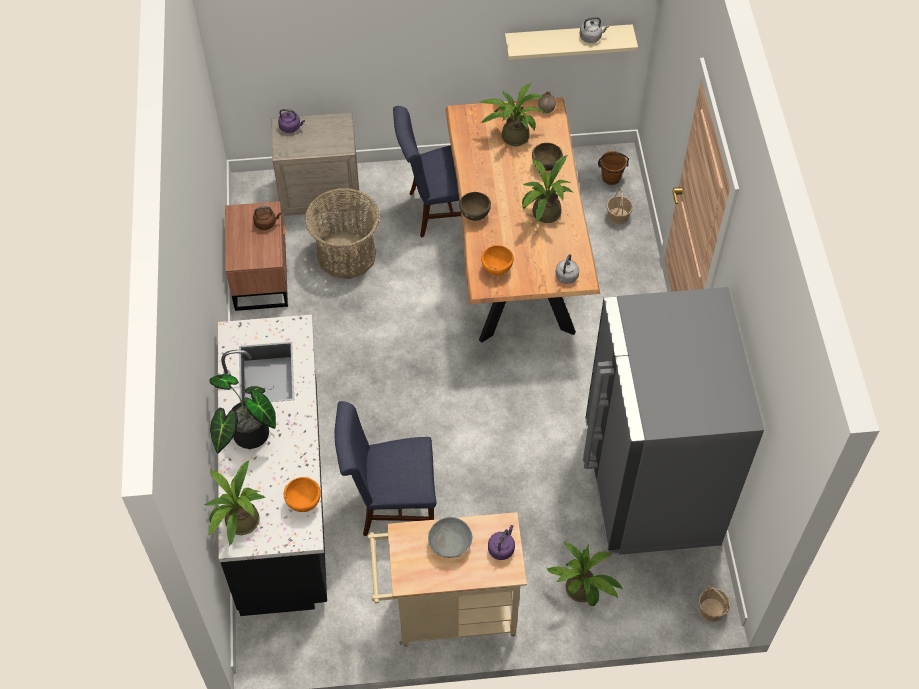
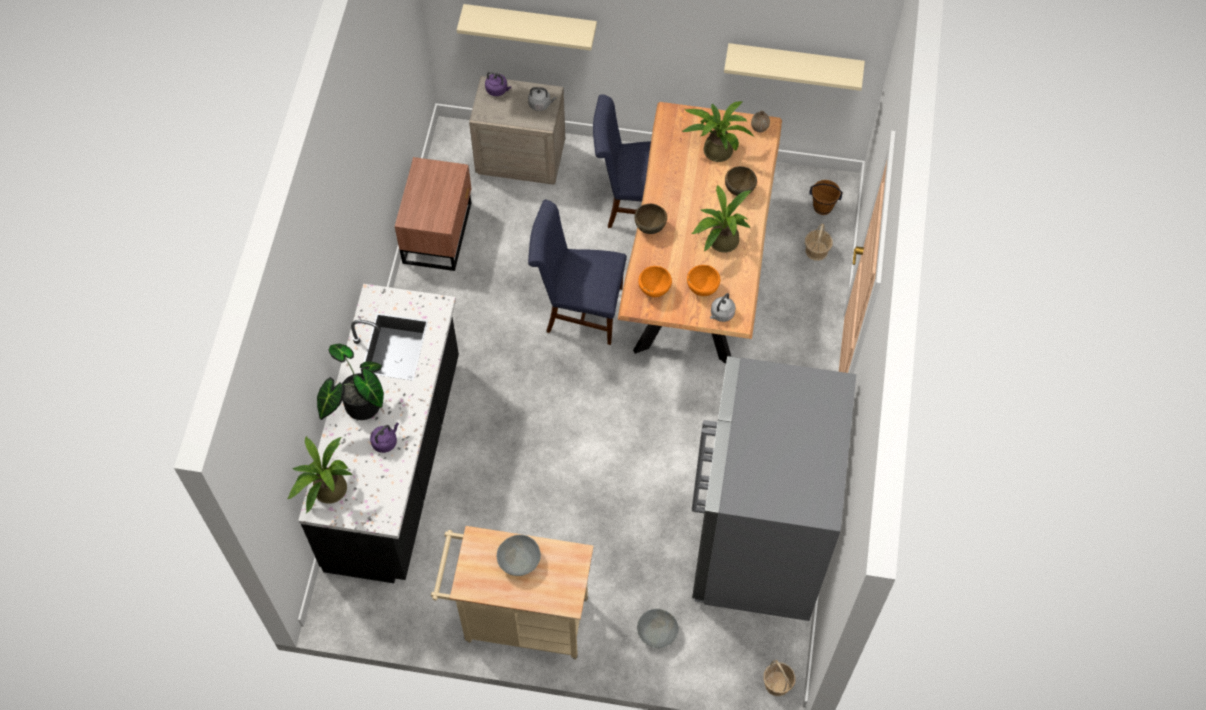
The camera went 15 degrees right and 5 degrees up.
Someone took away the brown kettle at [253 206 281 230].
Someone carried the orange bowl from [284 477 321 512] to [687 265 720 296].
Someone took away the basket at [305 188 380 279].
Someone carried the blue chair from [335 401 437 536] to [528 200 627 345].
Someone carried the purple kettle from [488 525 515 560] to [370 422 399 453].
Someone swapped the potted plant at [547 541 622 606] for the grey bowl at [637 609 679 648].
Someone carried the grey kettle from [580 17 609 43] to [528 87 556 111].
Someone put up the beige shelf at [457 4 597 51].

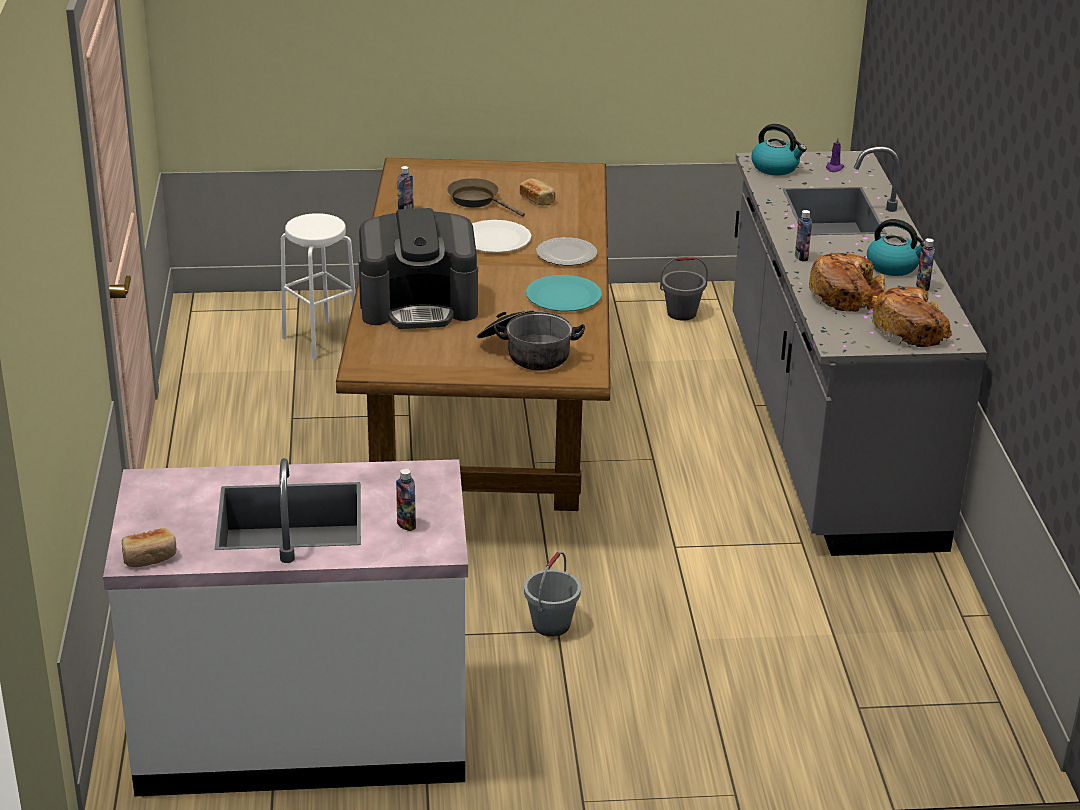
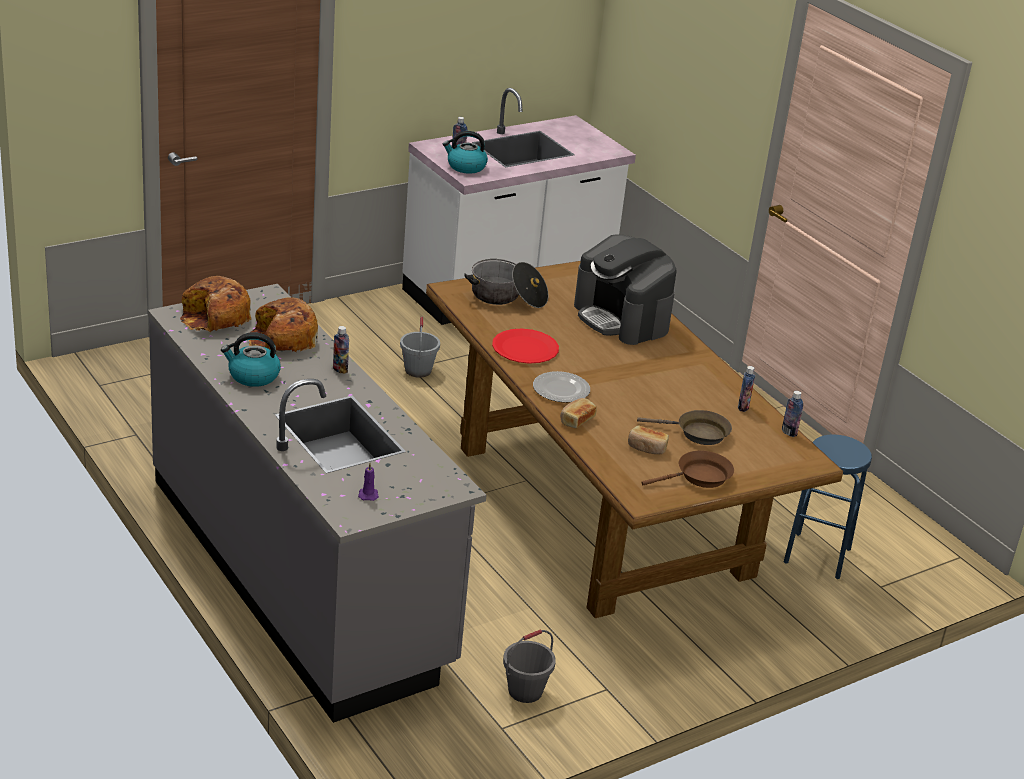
The camera went 150 degrees right and 0 degrees up.
Someone carried the bread from [122 528 176 567] to [560 398 597 428].
Someone repainted the white stool at [281 213 356 359], which became the blue stool at [784 434 872 579].
Someone rotated the coffee machine at [358 208 478 329] by 90 degrees counterclockwise.
Someone took away the white plate at [472 220 531 253].
Someone repainted the turquoise plate at [526 275 602 312], which became the red plate at [492 329 559 364].
Someone carried the kettle from [751 124 807 175] to [443 131 488 174].
Someone carried the bottle from [916 238 935 291] to [782 391 803 437].
Someone put down the brown frying pan at [641 451 734 488].

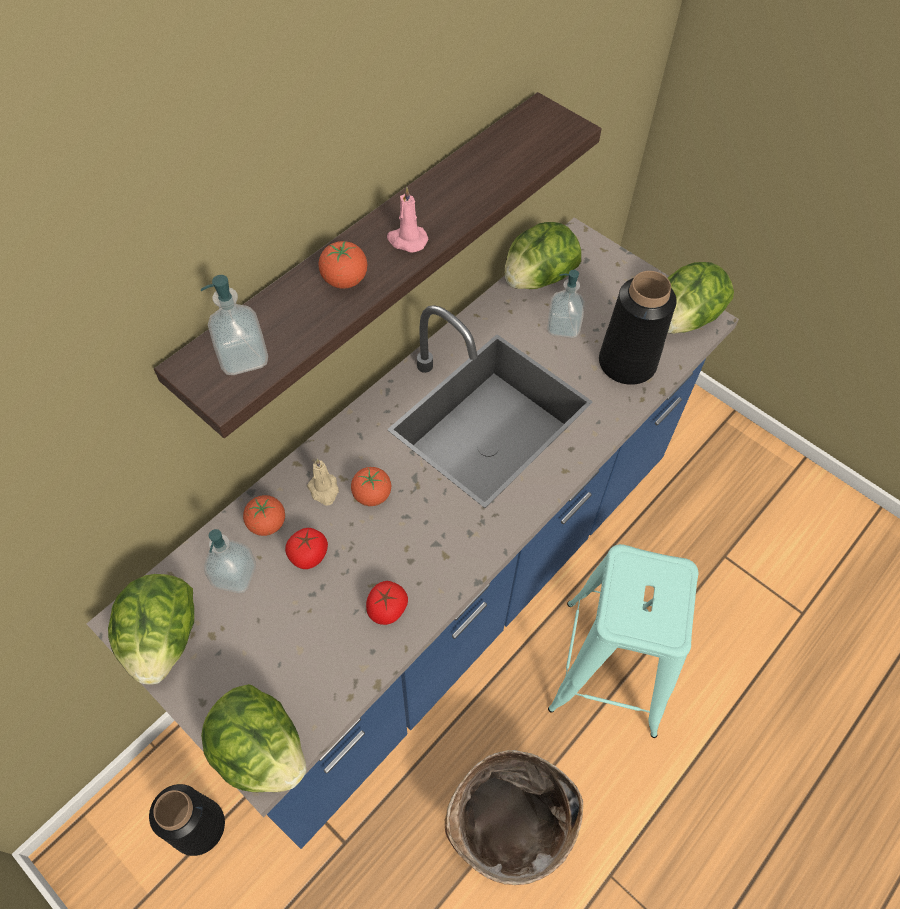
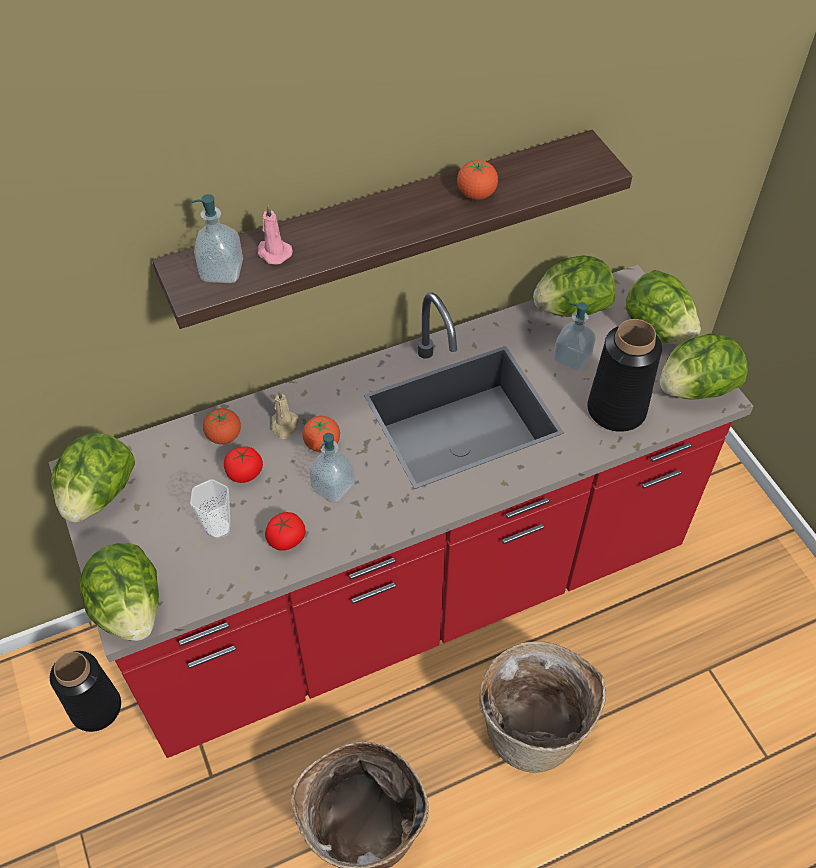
The camera went 25 degrees right and 5 degrees down.
Someone repainted the blue counter at [87 218 739 849], which became the red counter at [49 265 754 758].
Someone carried the soap dispenser from [204 529 256 593] to [309 433 355 502].
Someone carried the tomato from [319 241 367 289] to [457 160 498 200].
Someone carried the pink candle from [387 187 428 253] to [257 205 293 264].
Someone swapped the turquoise stool at [548 544 698 738] for the basket at [479 641 606 773].
Someone put down the cup at [190 479 231 539].
Someone put down the lettuce at [626 270 701 344].

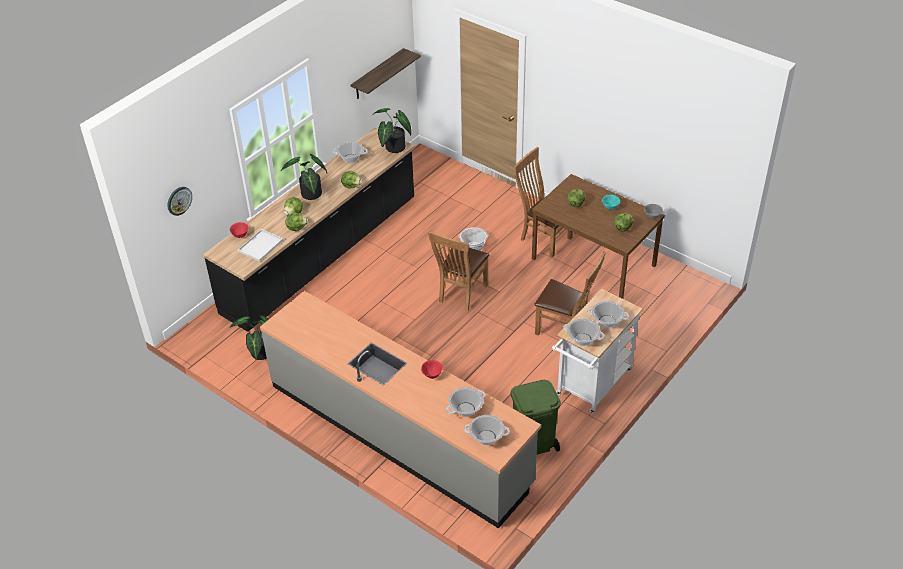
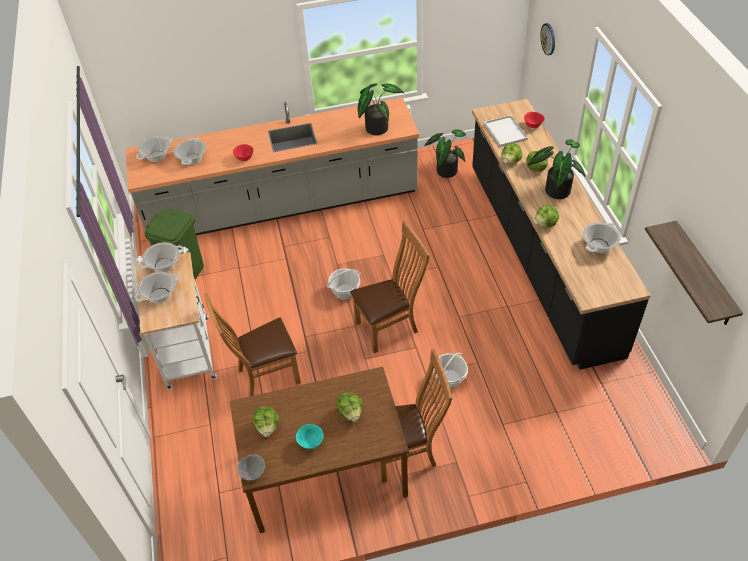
The camera went 130 degrees right and 5 degrees up.
Someone carried the potted plant from [373 108 411 153] to [358 83 404 135].
Someone rotated the brown chair at [428 231 489 311] by 90 degrees clockwise.
Someone put down the basket at [327 268 361 300].

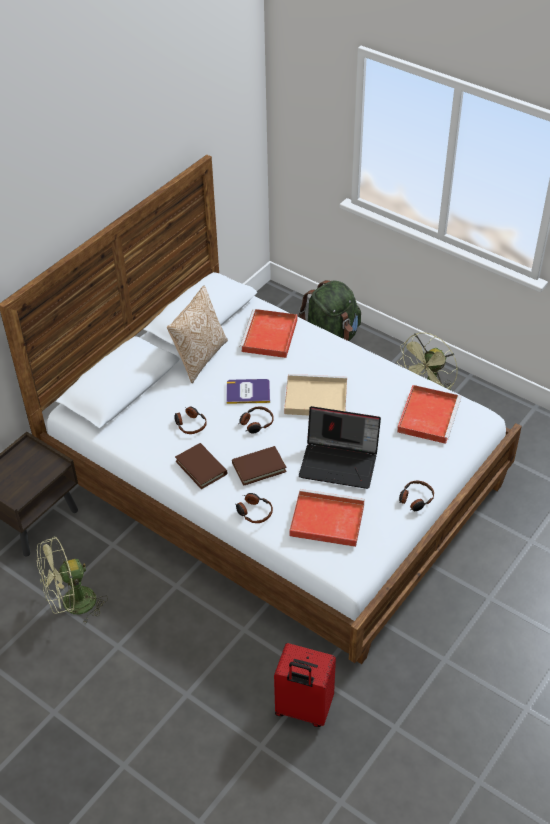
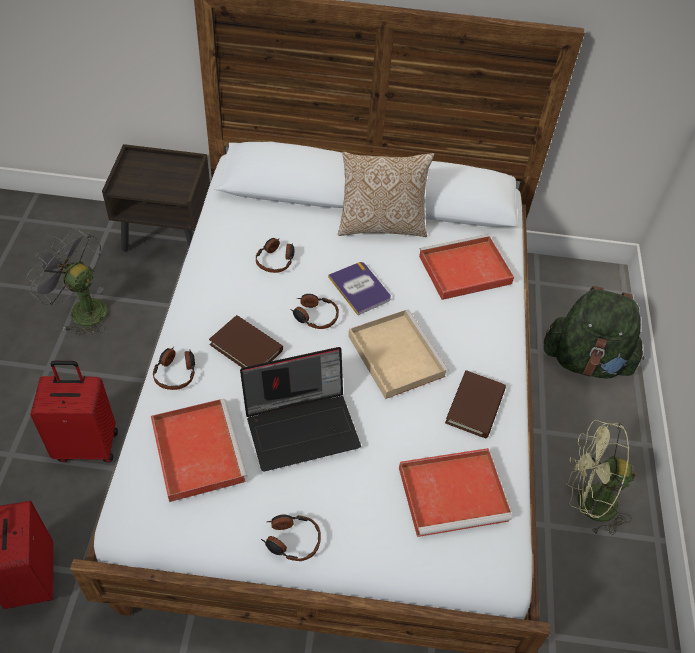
The camera went 55 degrees right and 5 degrees up.
Someone repainted the green fan at [37 536 108 625], which became the grey fan at [26 227 108 336].
Someone carried the brown book from [175 443 228 489] to [445 370 506 438].
Someone rotated the laptop at [299 406 381 489] by 90 degrees counterclockwise.
Someone put down the red suitcase at [30 361 118 463].

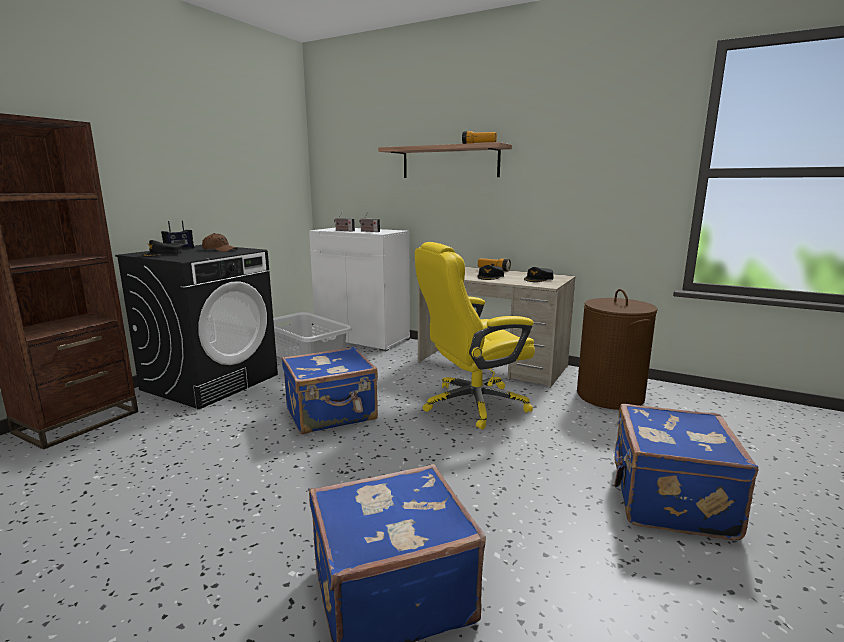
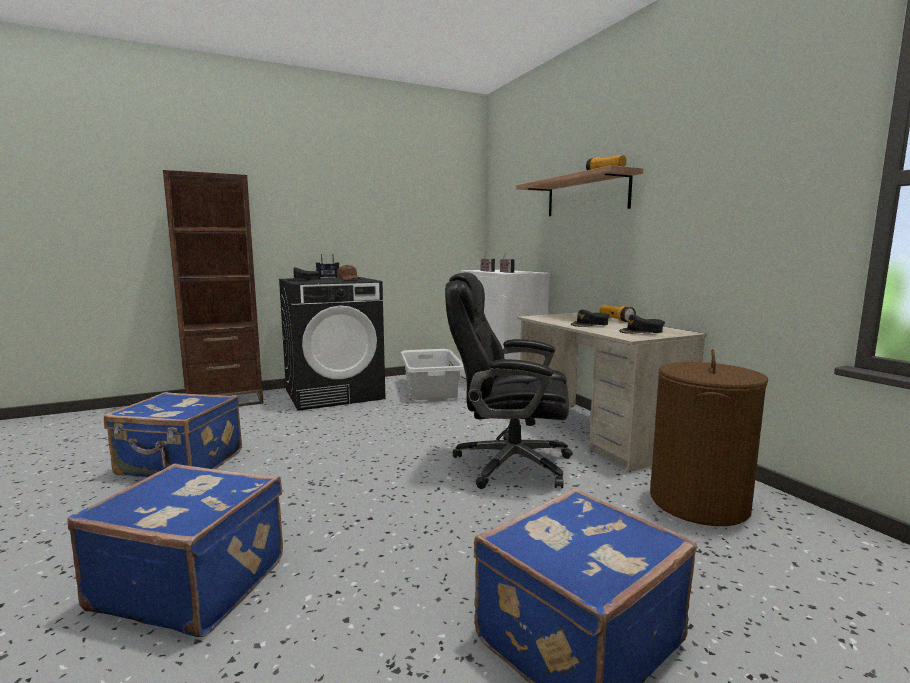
The camera went 35 degrees right and 5 degrees down.
Someone carried the blue suitcase from [282 347 378 434] to [104 392 242 477].
Someone repainted the yellow office chair at [415 242 535 430], which became the black office chair at [445 272 573 489].

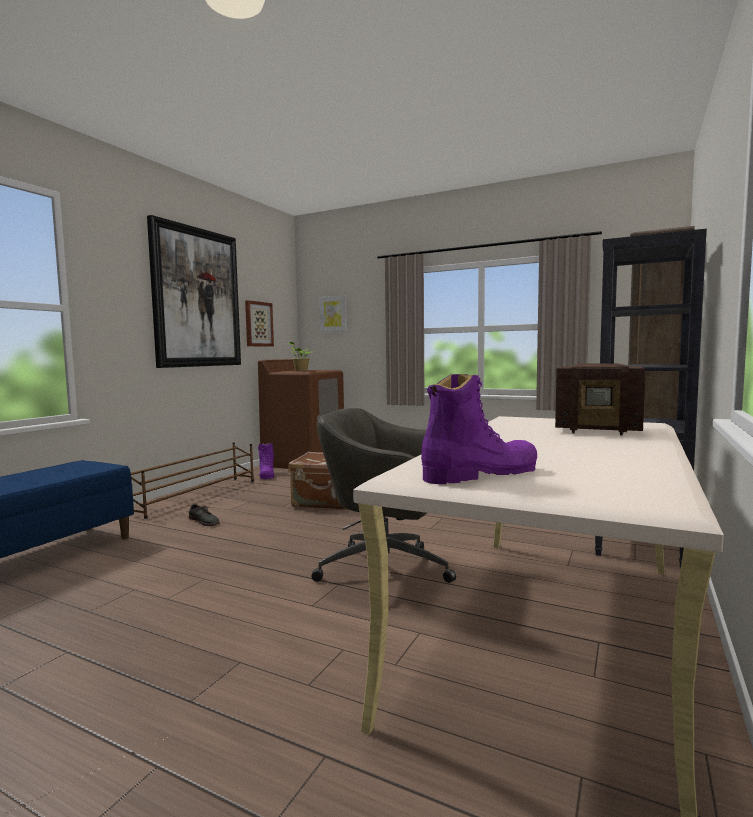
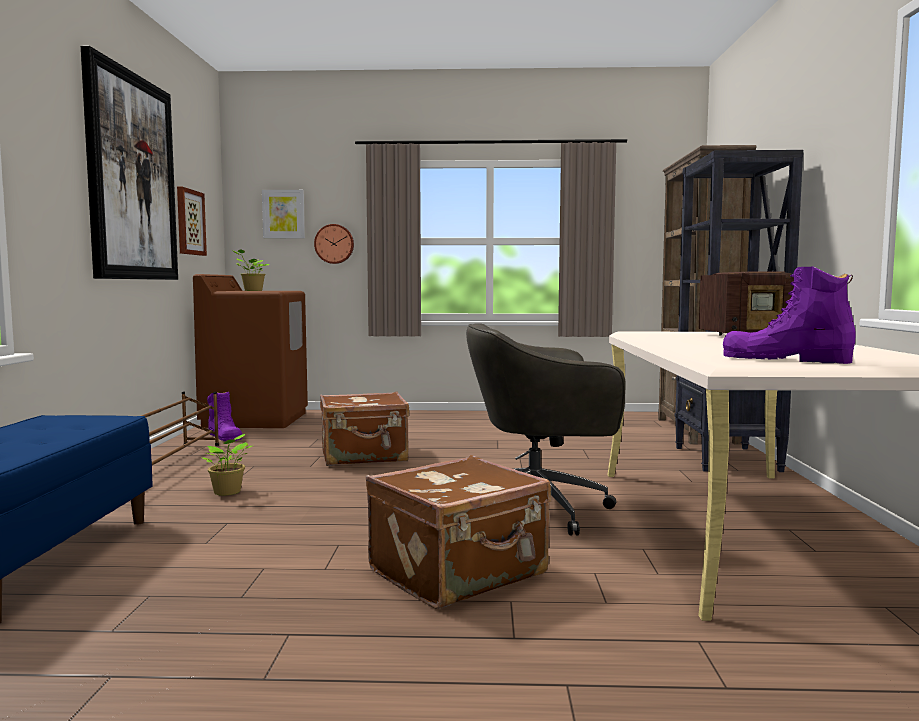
The camera went 25 degrees left and 0 degrees up.
Someone swapped the grey shoe at [189 504 220 526] for the potted plant at [201 434 252 496].
Someone rotated the purple boot at [421 374 537 484] by 105 degrees counterclockwise.
Someone put up the wall clock at [314 224 354 264].
Someone put down the brown suitcase at [366 455 551 609].

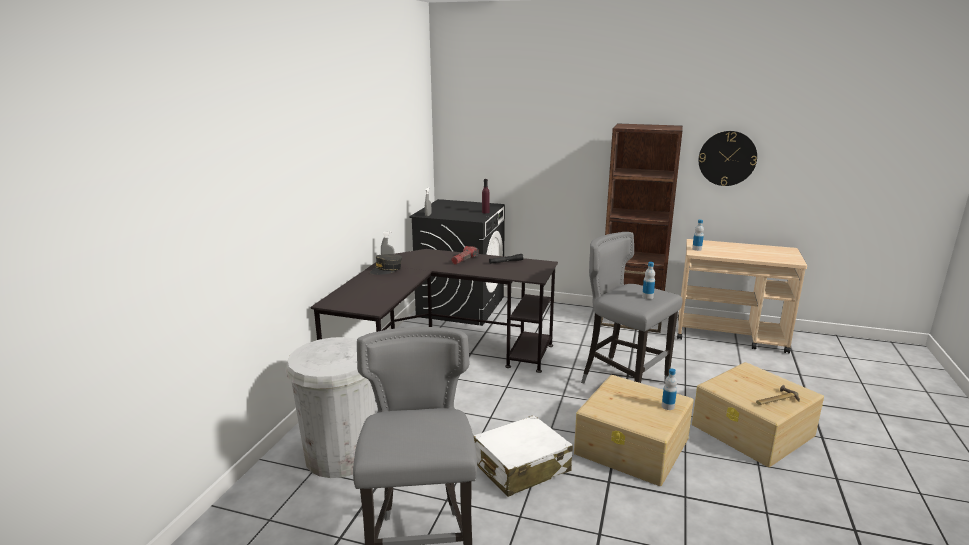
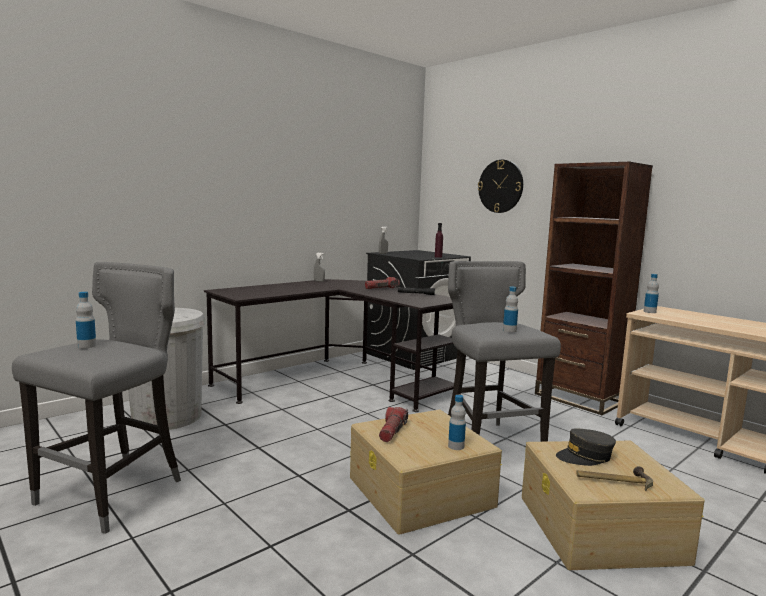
The camera went 30 degrees right and 10 degrees down.
Someone carried the grey cap from [370 254 402 275] to [556 428 616 466].
Someone took away the white suitcase at [473 415 573 497].
Someone carried the wall clock from [699 131 757 186] to [478 160 523 213].
Someone put down the bottle at [76 292 96 348].
Someone put down the flashlight at [379 407 408 442].

